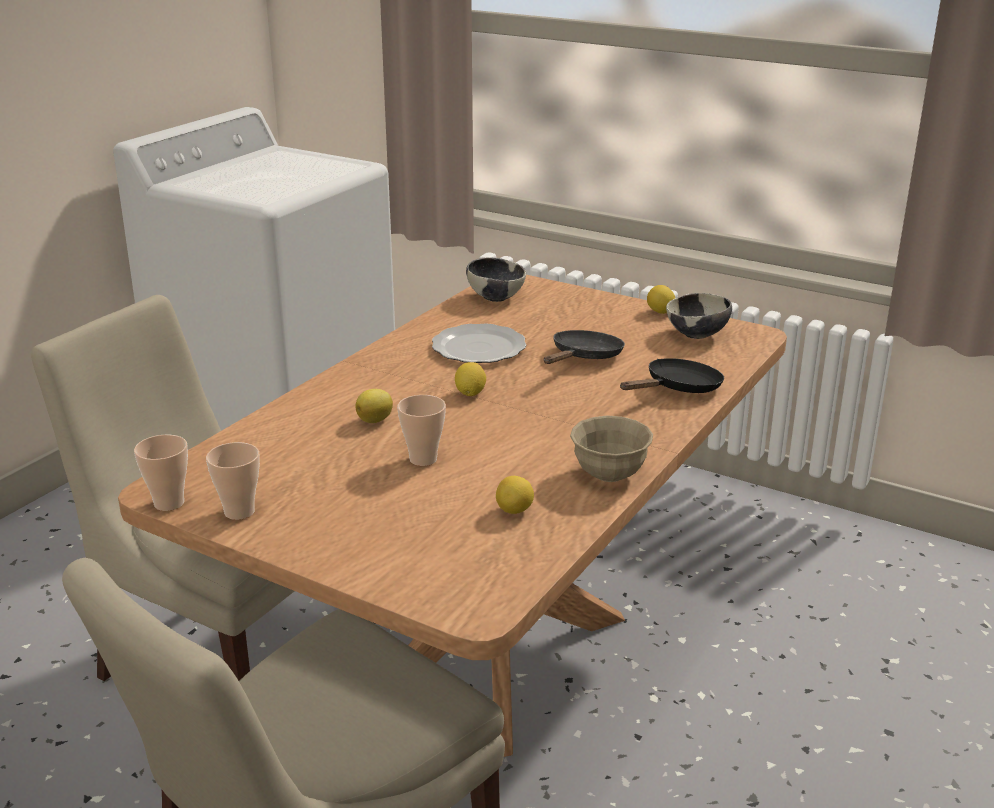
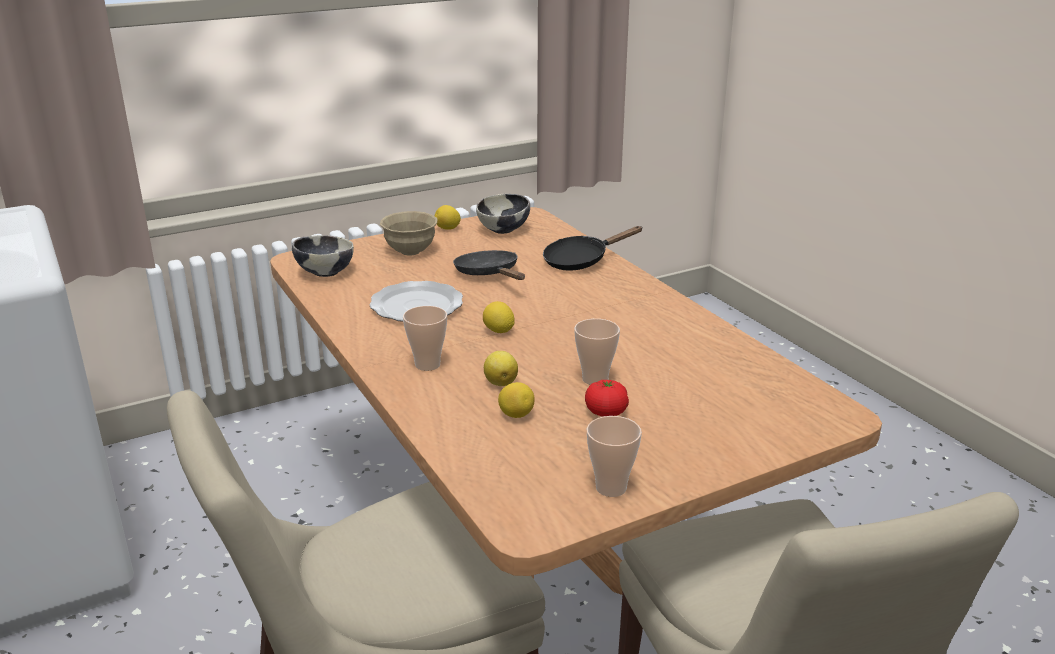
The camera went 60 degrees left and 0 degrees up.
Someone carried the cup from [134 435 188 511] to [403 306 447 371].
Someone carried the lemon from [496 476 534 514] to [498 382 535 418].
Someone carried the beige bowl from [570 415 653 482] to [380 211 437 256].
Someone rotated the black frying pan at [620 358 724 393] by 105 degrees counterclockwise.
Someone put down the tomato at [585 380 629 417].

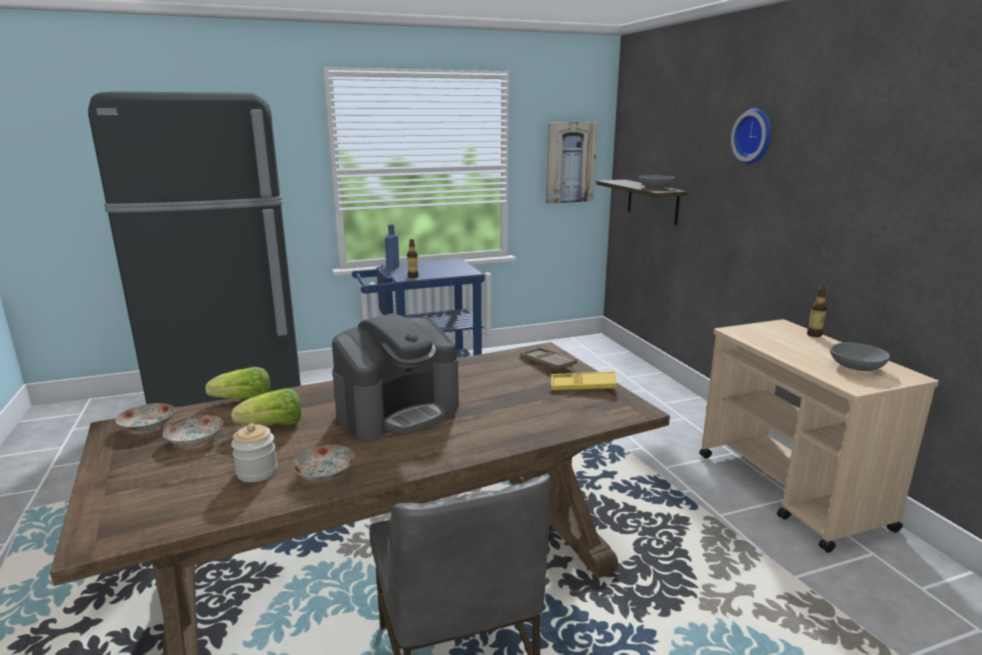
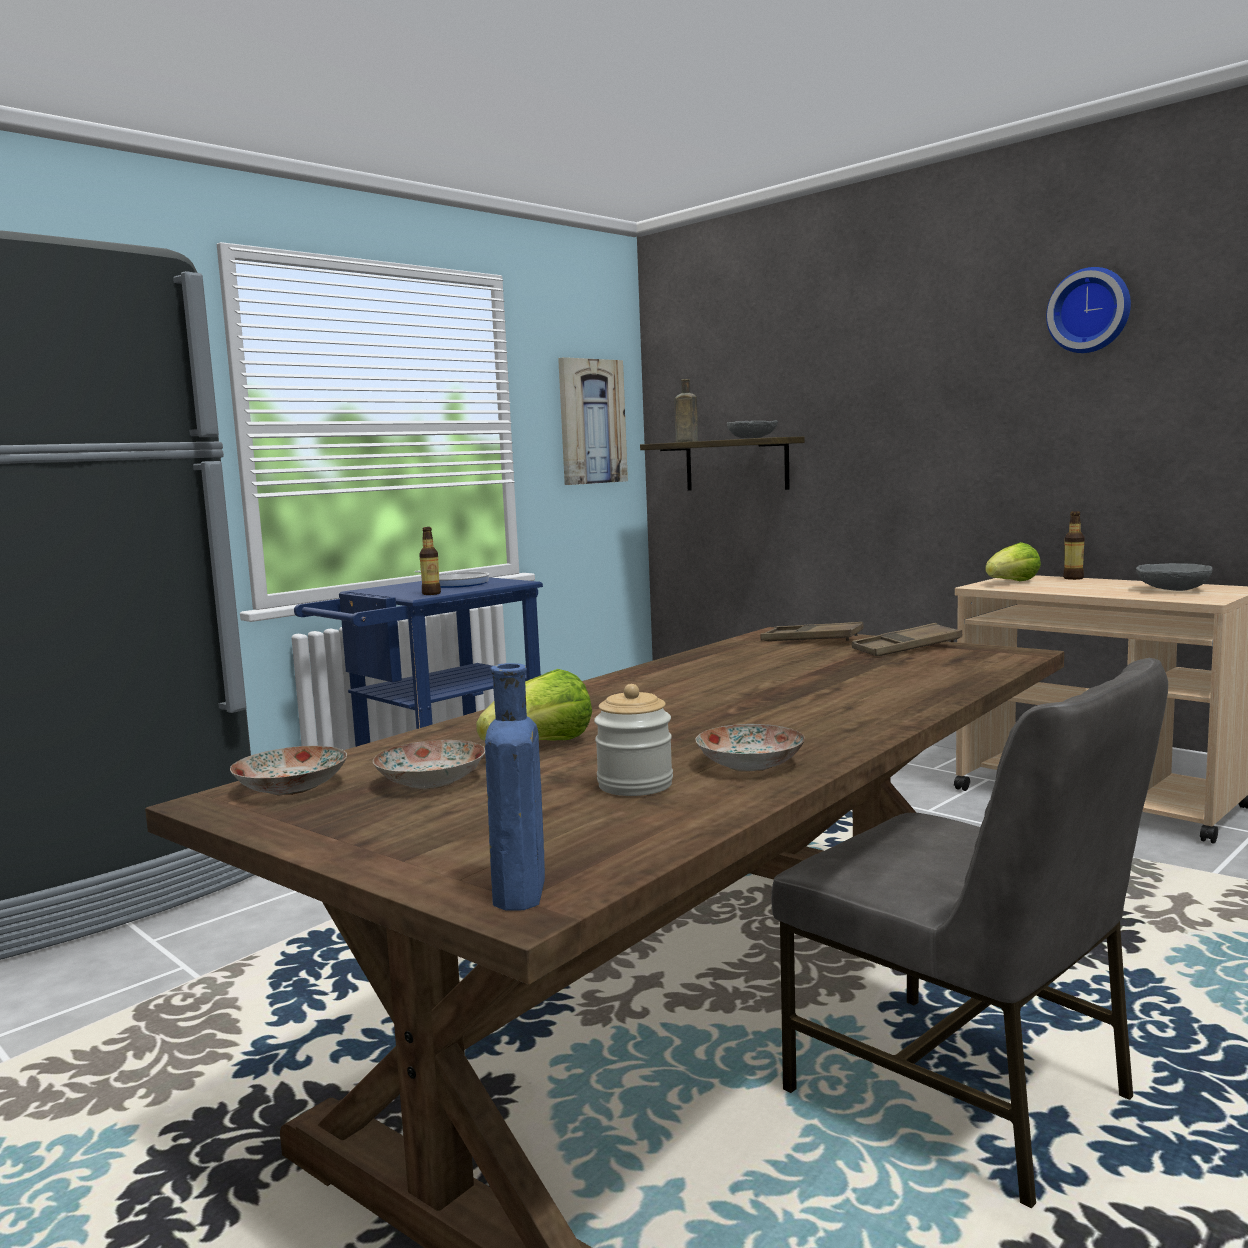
The camera went 25 degrees left and 10 degrees down.
Someone carried the lettuce from [206 367 270 399] to [985 542 1041 581].
Someone took away the coffee machine at [332 313 459 440].
Someone carried the blue bottle from [385 224 399 269] to [485 663 545 911].
Someone repainted the yellow tray at [551 371 617 390], which became the brown tray at [852 623 962 656].
Someone carried the wall clock from [731 109 772 164] to [1046 267 1131 353].
Someone put down the frying pan at [415 571 490 588].
Someone put down the brown bottle at [675 379 698 442].

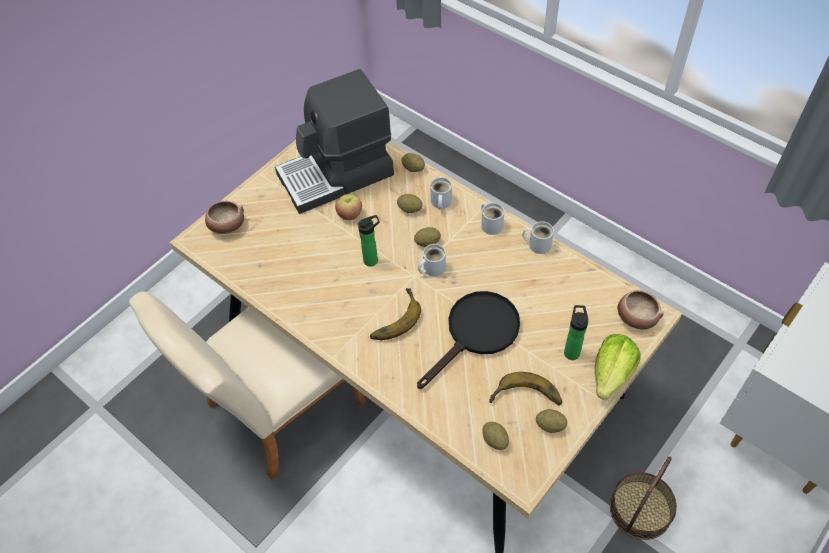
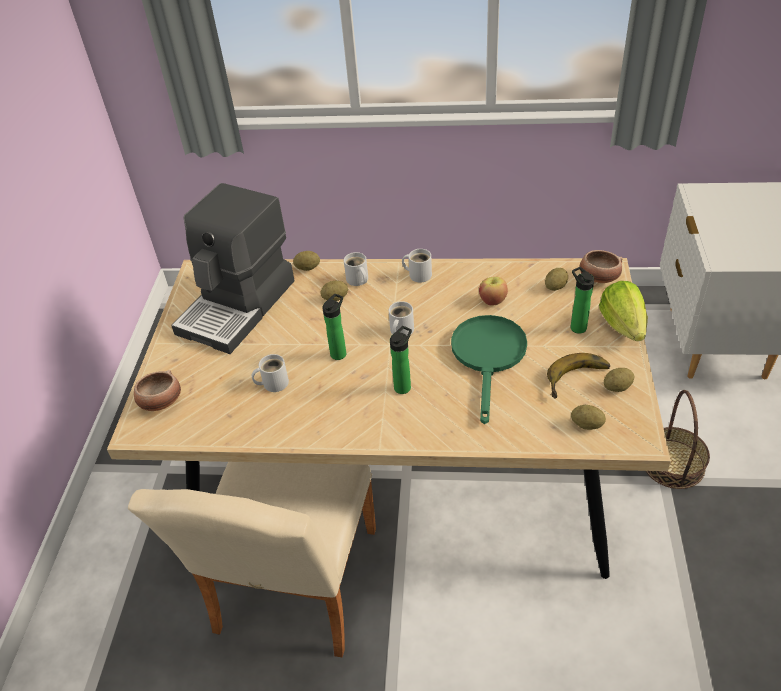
The camera went 35 degrees left and 10 degrees down.
Someone carried the apple from [335 194 362 220] to [479 277 508 306].
Someone swapped the banana at [370 288 421 340] for the bottle at [390 326 412 394].
Someone carried the potato from [414 227 441 247] to [545 268 568 291].
Someone repainted the black frying pan at [417 291 520 389], which became the green frying pan at [451 315 527 424].
Someone carried the white mug from [522 221 554 254] to [252 354 289 392].

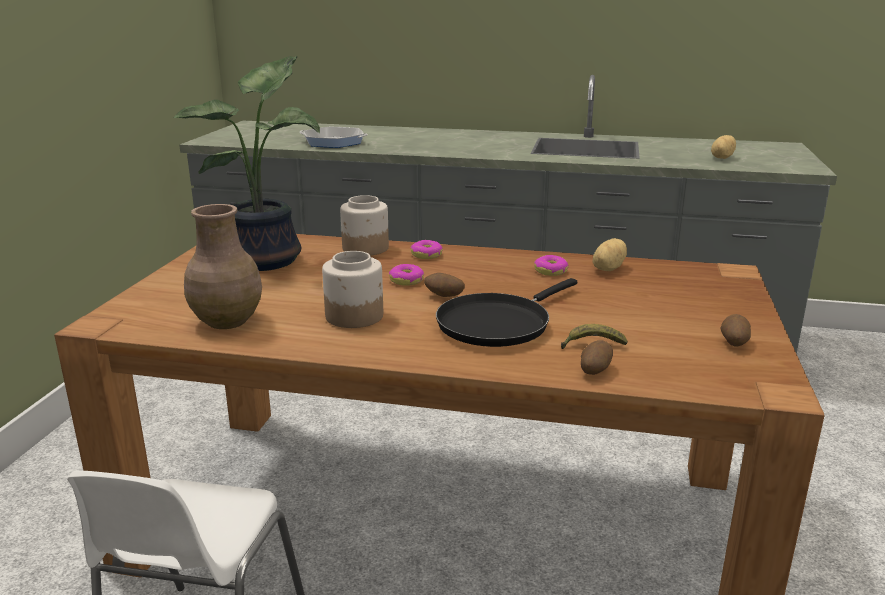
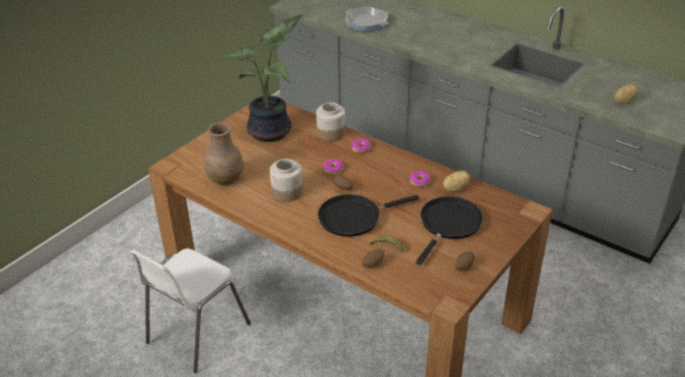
The camera went 25 degrees right and 15 degrees up.
Someone put down the black frying pan at [416 196 483 265].

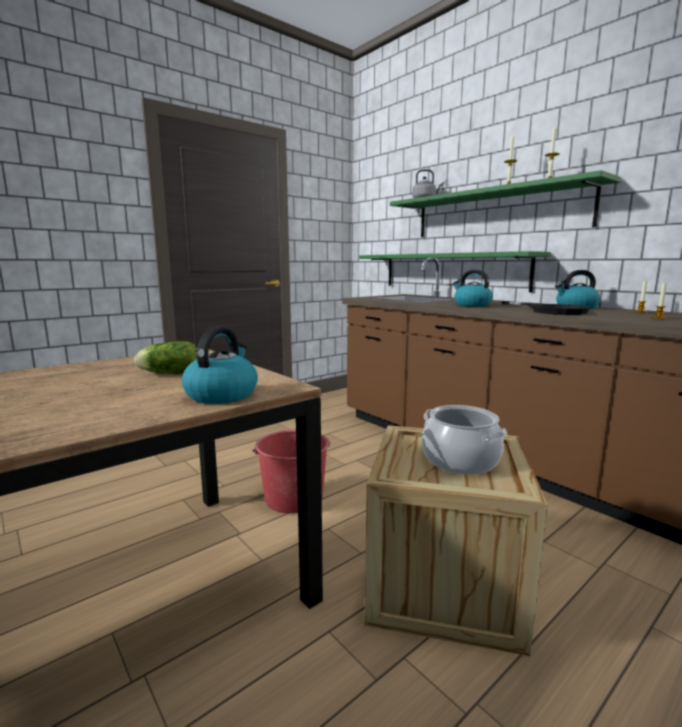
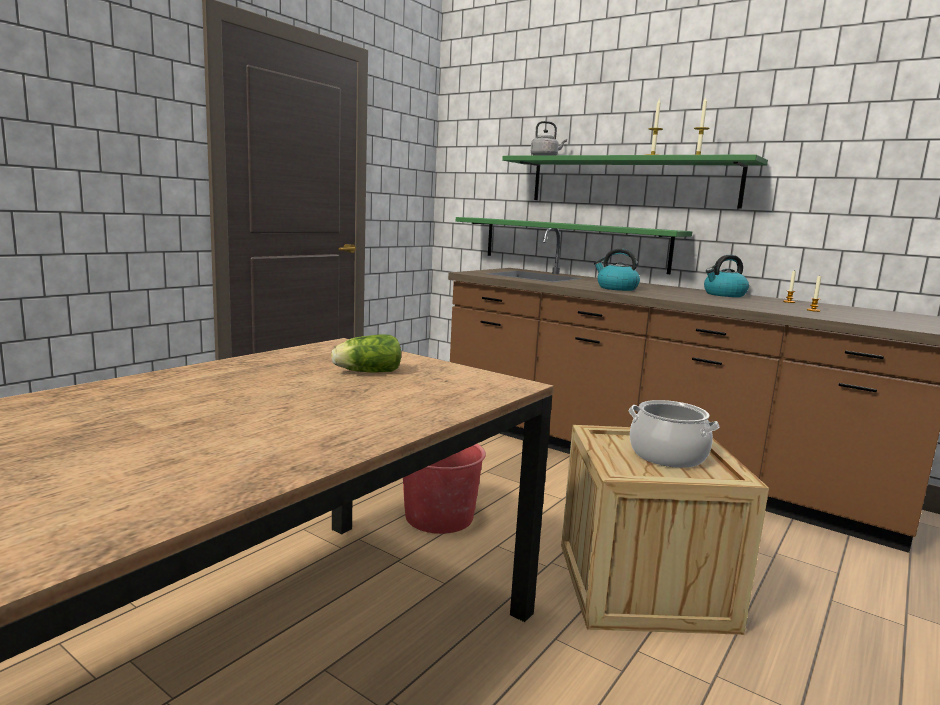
The camera went 15 degrees left and 0 degrees up.
Someone took away the kettle at [182 326 258 404].
Someone took away the black frying pan at [501 301 591 315].

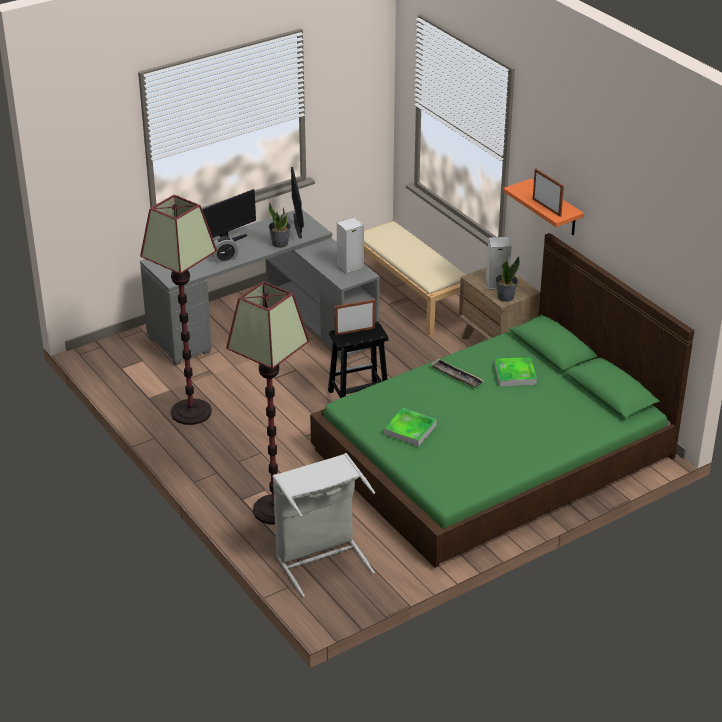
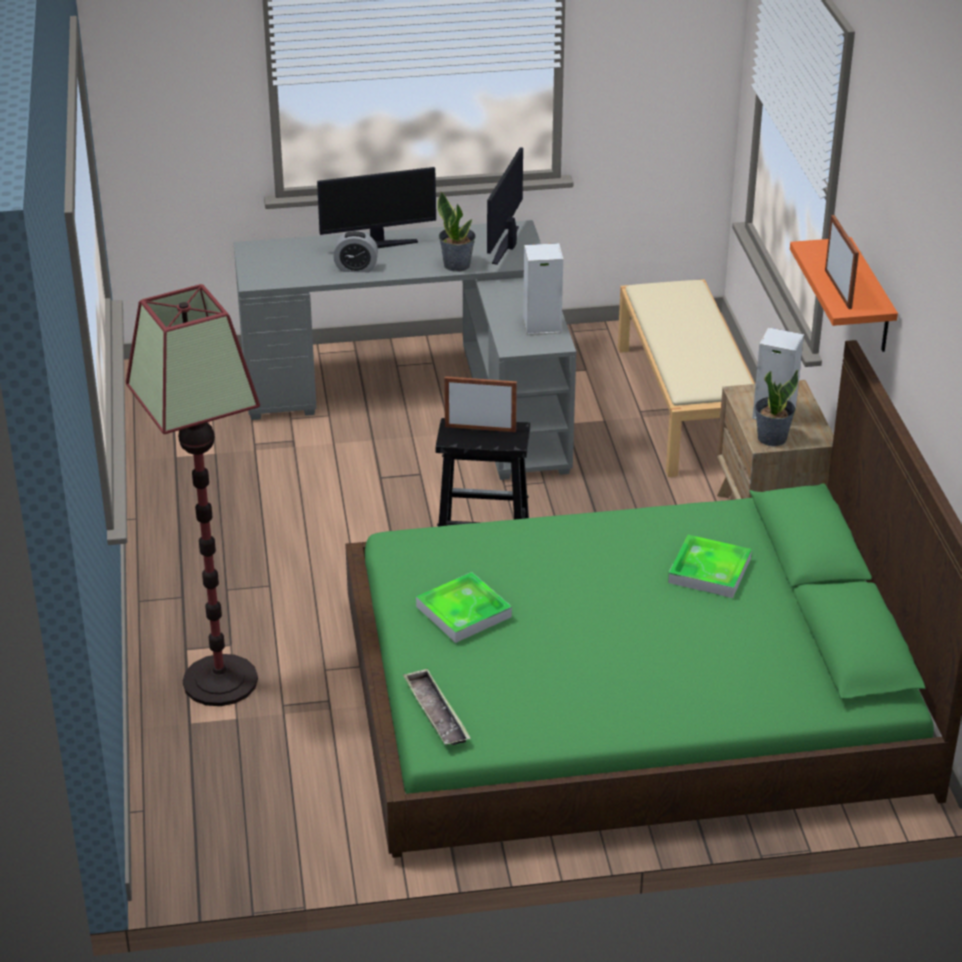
The camera went 25 degrees right and 0 degrees up.
Someone took away the floor lamp at [140 195 217 425].
Someone took away the grey laundry basket at [273 453 375 597].
Someone carried the tray from [431 359 484 387] to [403 668 471 745].

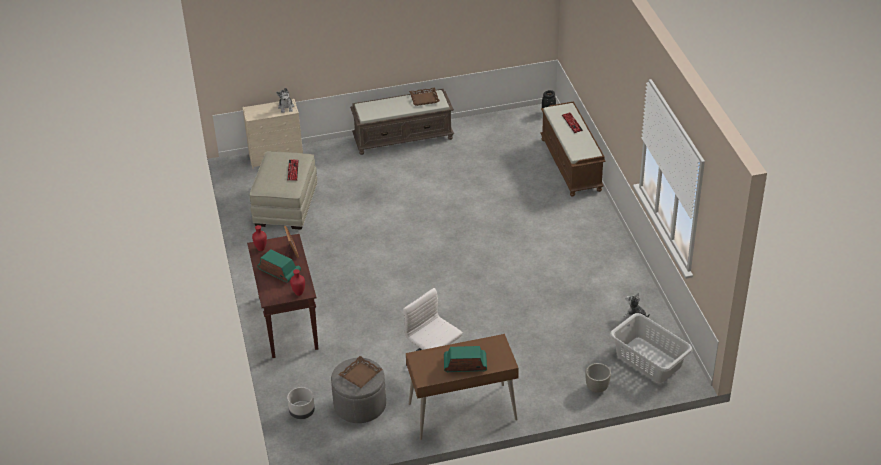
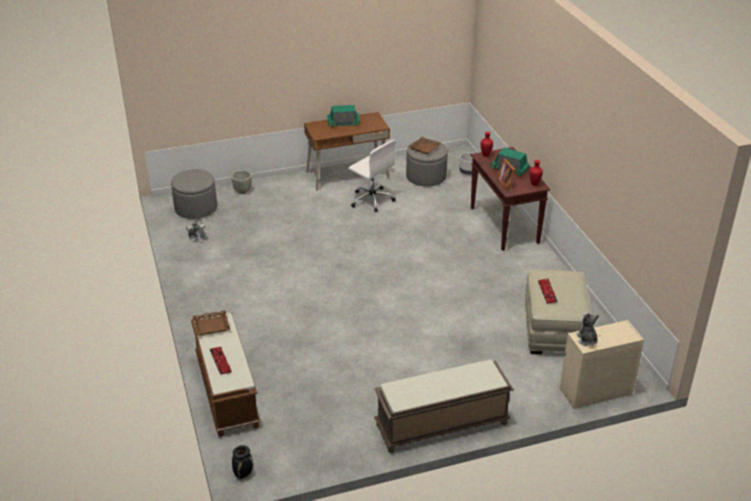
The camera went 175 degrees right and 5 degrees down.
Someone carried the brown tray from [409 88 440 106] to [193 310 230 335].
Someone swapped the grey laundry basket at [610 313 693 383] for the grey ottoman at [171 169 217 219].

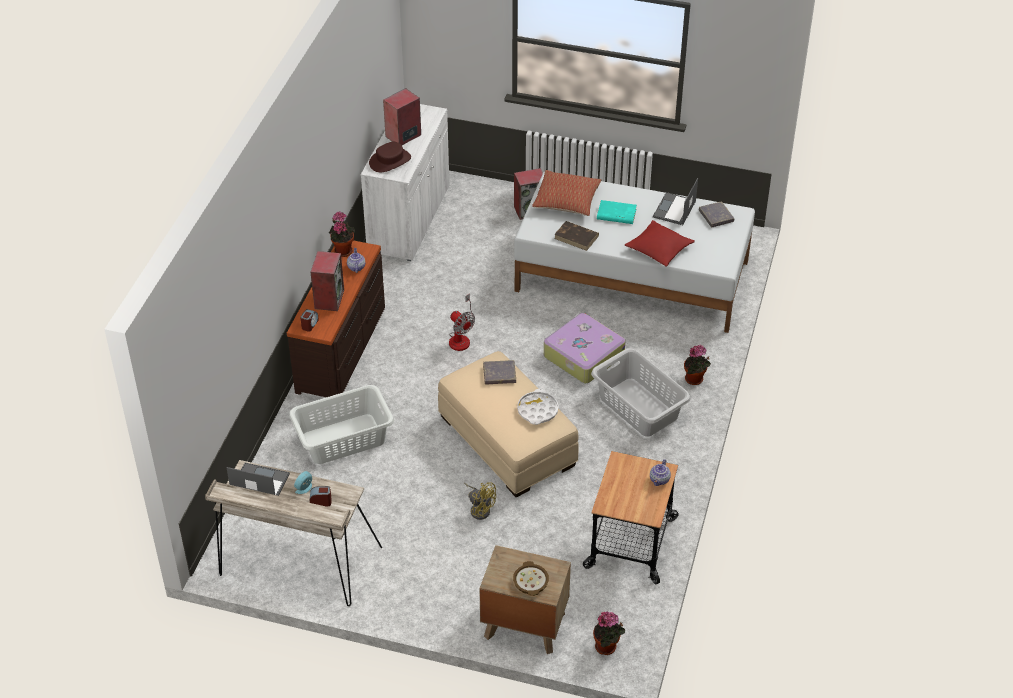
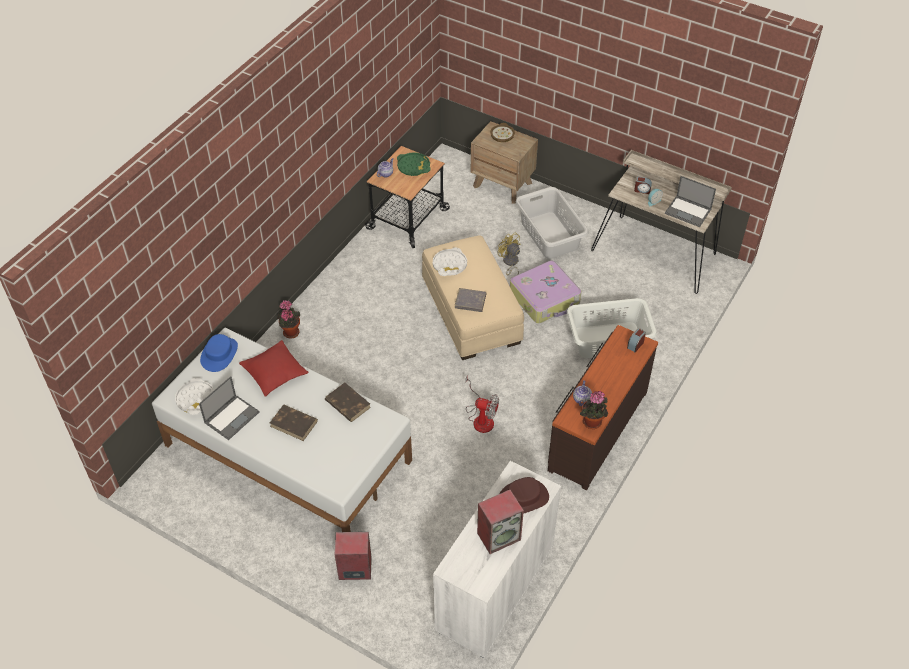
The camera went 165 degrees left and 5 degrees up.
Someone took away the speaker at [311 251 344 311].
Someone rotated the fan at [449 294 475 351] by 135 degrees clockwise.
Someone took away the pillow at [532 170 601 216].
Someone carried the suitcase from [544 313 626 383] to [510 260 581 323].
Someone carried the grey laundry basket from [591 348 691 436] to [516 187 588 259].
Someone took away the potted plant at [593 611 625 655].
Someone repainted the turquoise book at [597 200 637 224], which became the brown book at [270 405 318 441].
Someone swapped the grey book at [699 201 734 228] for the white tray at [175 378 214 415].
Someone put down the blue hat at [200 334 238 372].
Someone put down the green tray at [397 152 431 176].

